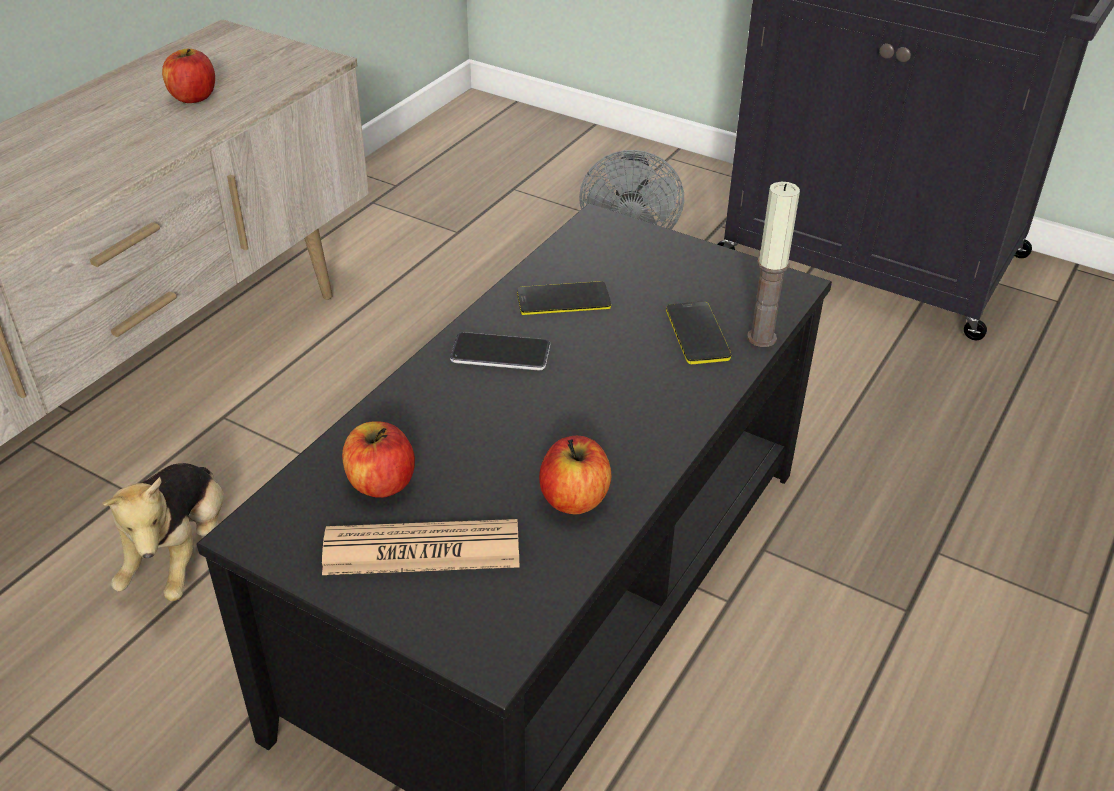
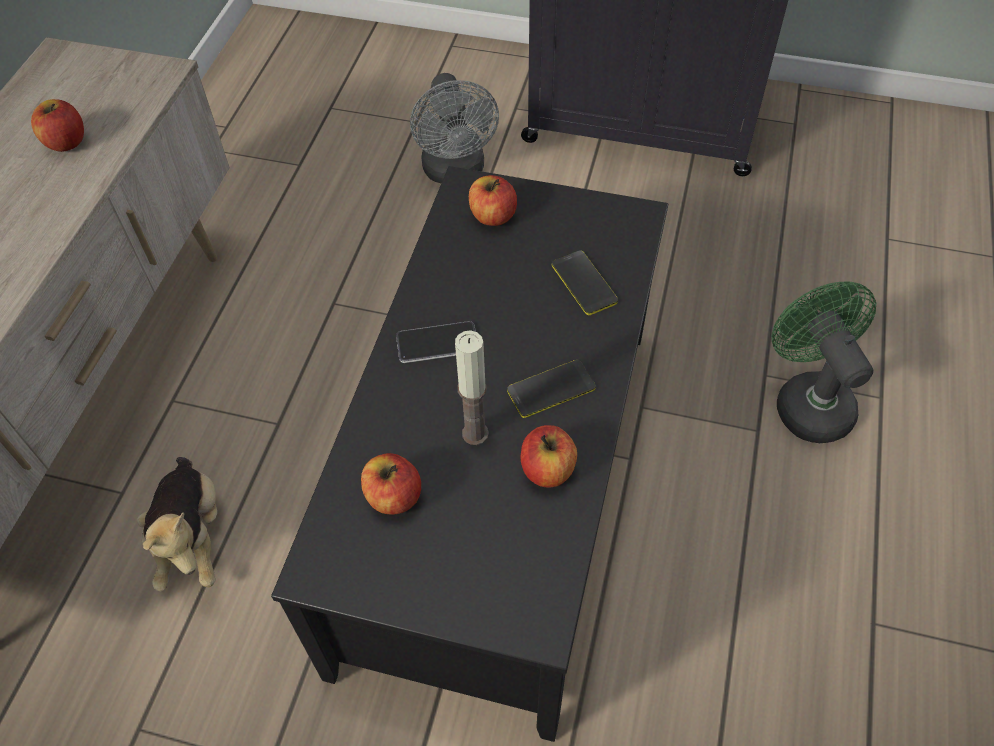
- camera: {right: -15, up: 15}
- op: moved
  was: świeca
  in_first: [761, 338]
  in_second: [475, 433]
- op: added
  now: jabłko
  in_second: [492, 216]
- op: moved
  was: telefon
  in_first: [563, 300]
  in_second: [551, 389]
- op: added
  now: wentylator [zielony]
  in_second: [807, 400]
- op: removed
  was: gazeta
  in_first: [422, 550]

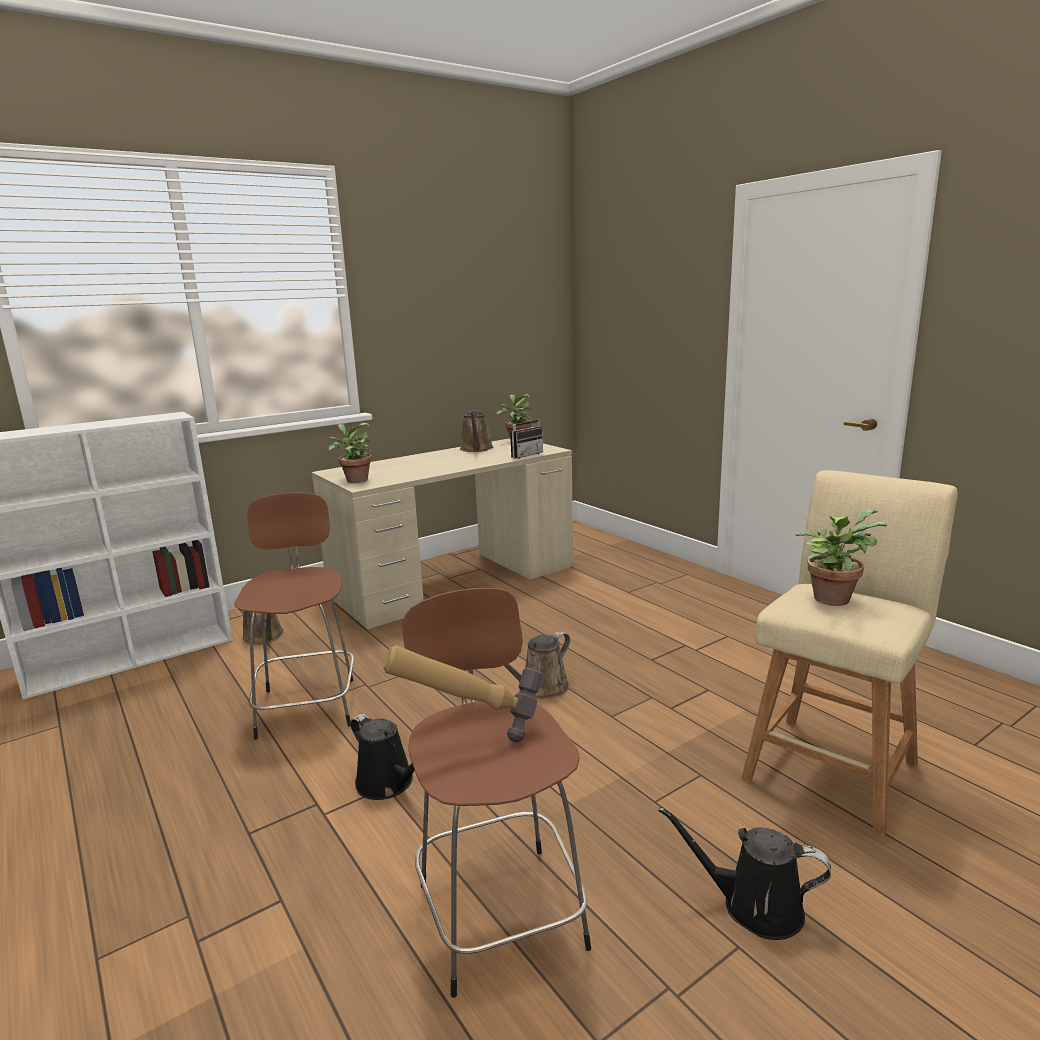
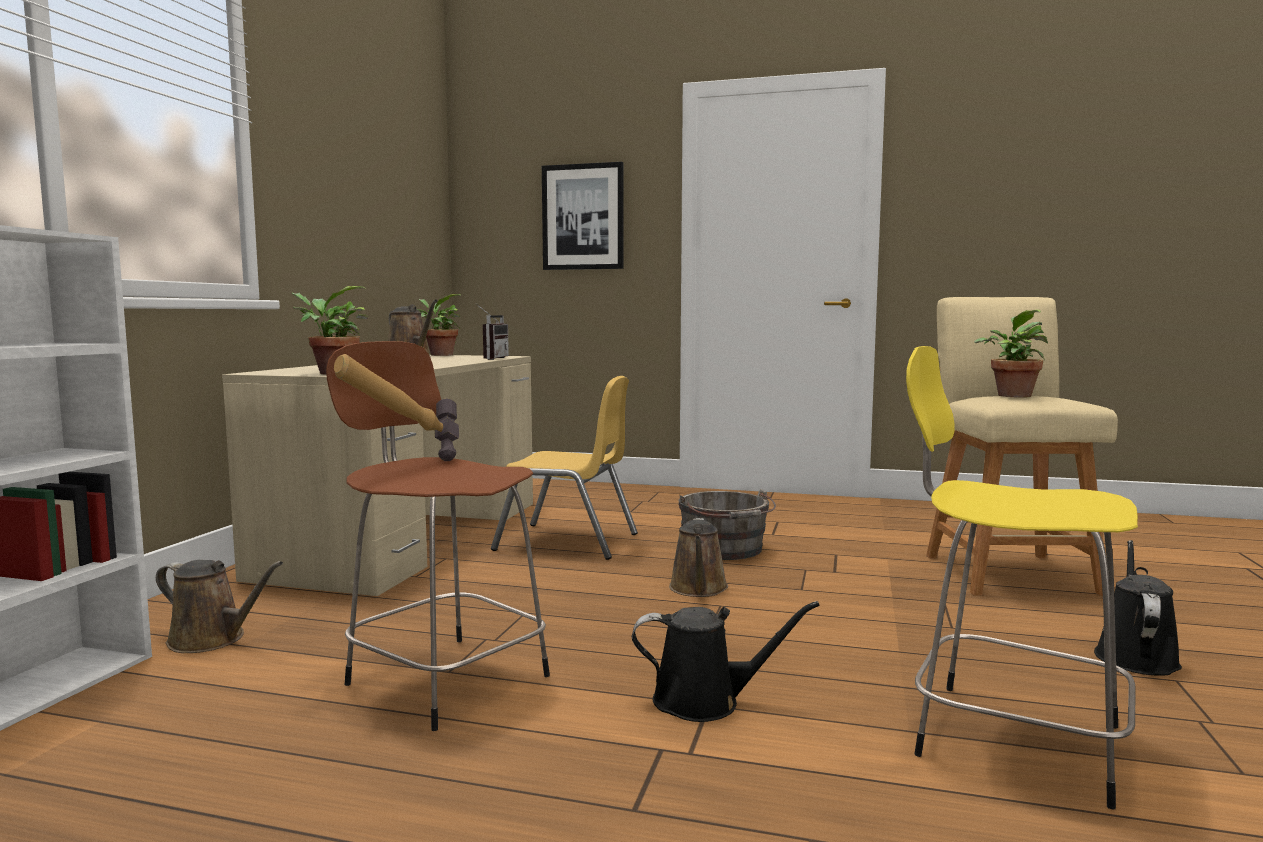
- camera: {right: -40, up: -10}
- op: moved
  was: młotek
  in_first: [471, 737]
  in_second: [403, 465]
- op: added
  now: krzesło [żółty]
  in_second: [568, 542]
- op: added
  now: obraz
  in_second: [583, 217]
- op: added
  now: wiadro [szary]
  in_second: [725, 550]
- op: recoloured
  was: stołek [brązowy]
  now: stołek [żółty]
  in_first: [499, 910]
  in_second: [1009, 738]
- op: turned
  was: konewka [czarny]
  in_first: [754, 906]
  in_second: [1135, 656]
  clockwise: 135

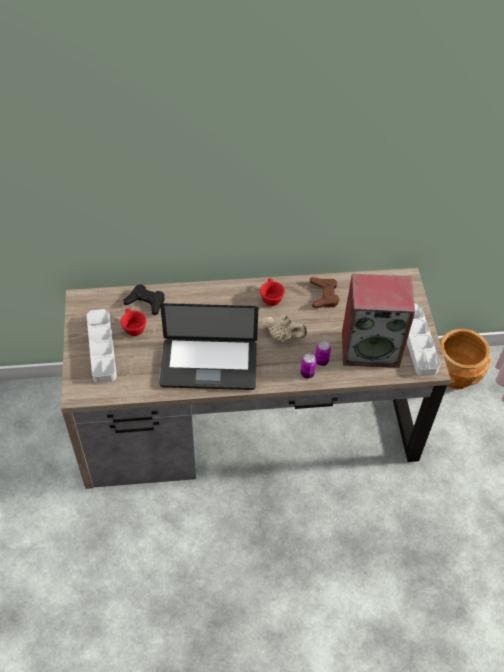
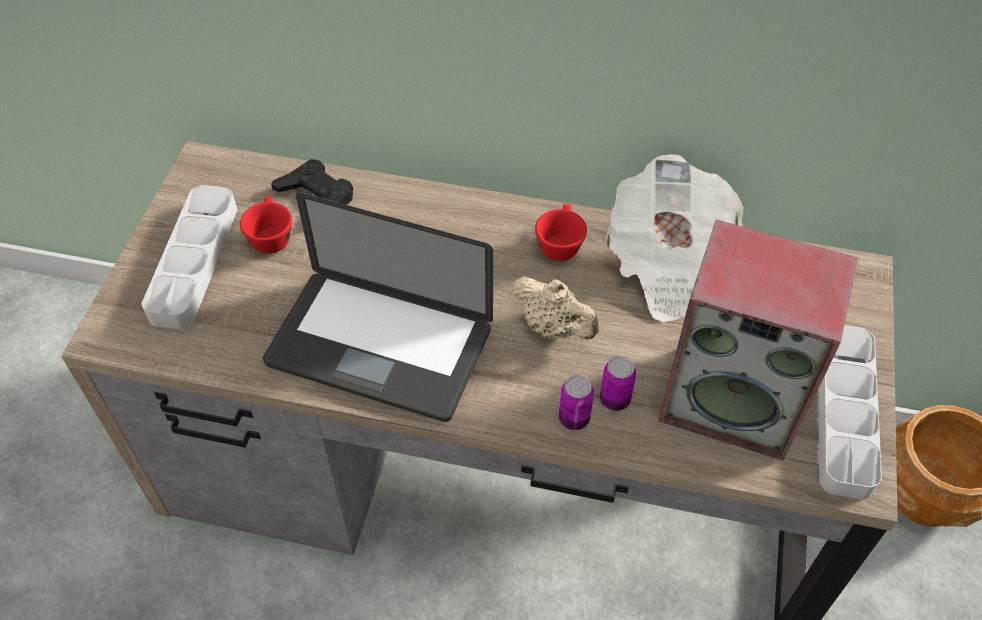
- camera: {right: 20, up: 0}
- op: replaced
  was: pad do gier [brązowy]
  now: gazeta
  in_first: [324, 295]
  in_second: [670, 265]

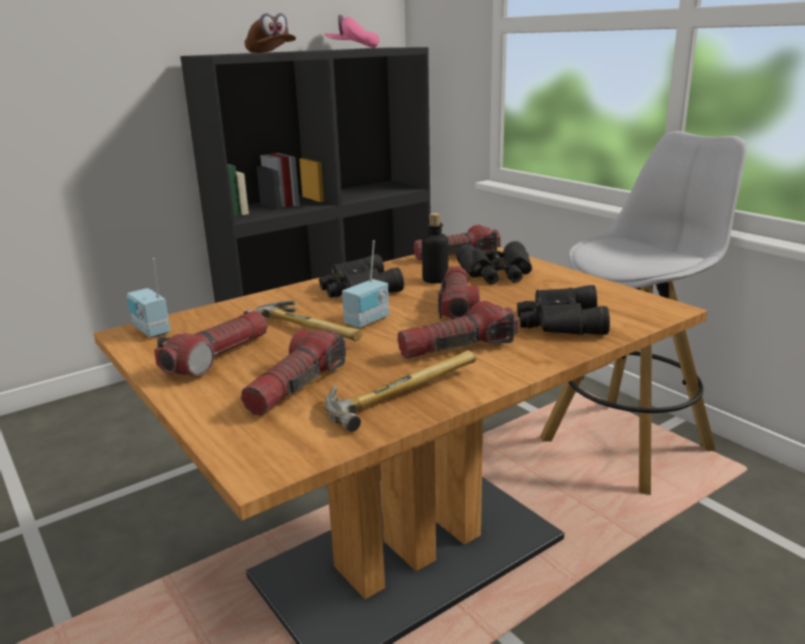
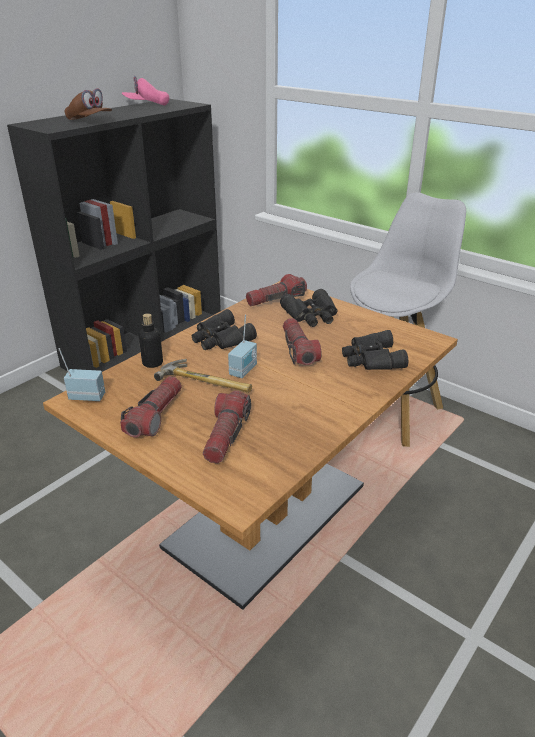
- camera: {right: -15, up: 10}
- op: turned
  was: radio
  in_first: [150, 331]
  in_second: [87, 396]
  clockwise: 150
- op: moved
  was: butelka
  in_first: [435, 280]
  in_second: [152, 363]
- op: removed
  was: młotek
  in_first: [399, 391]
- op: removed
  was: latarka
  in_first: [458, 348]

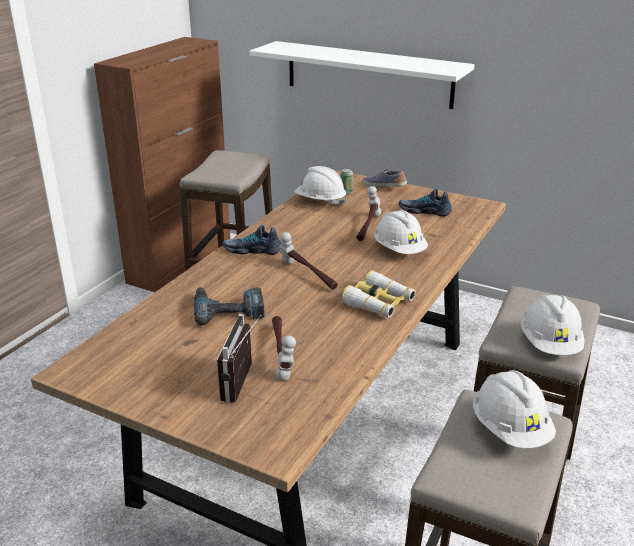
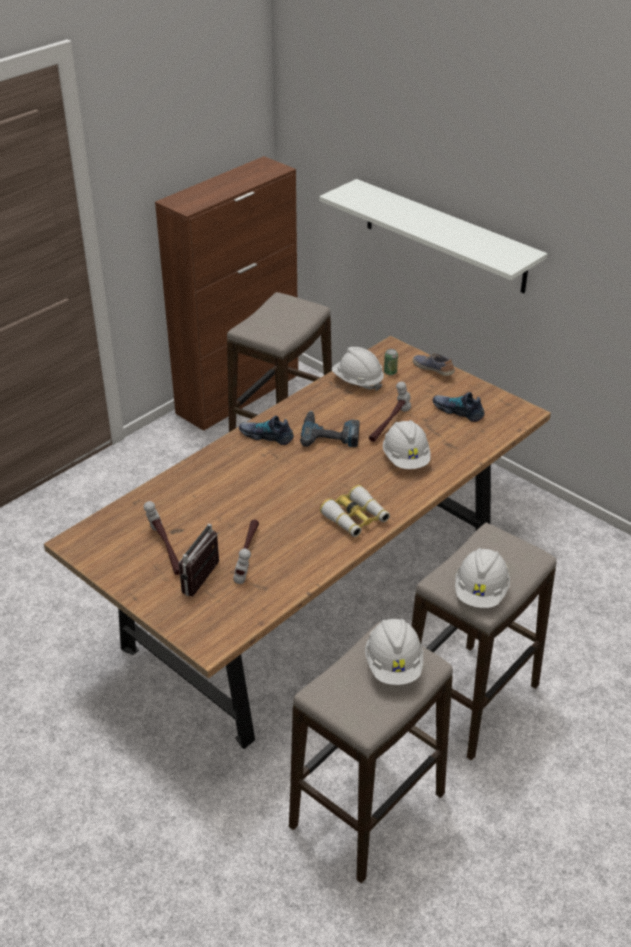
- camera: {right: 15, up: 10}
- op: moved
  was: młotek
  in_first: [307, 275]
  in_second: [165, 549]
- op: moved
  was: wiertarka
  in_first: [228, 309]
  in_second: [330, 434]

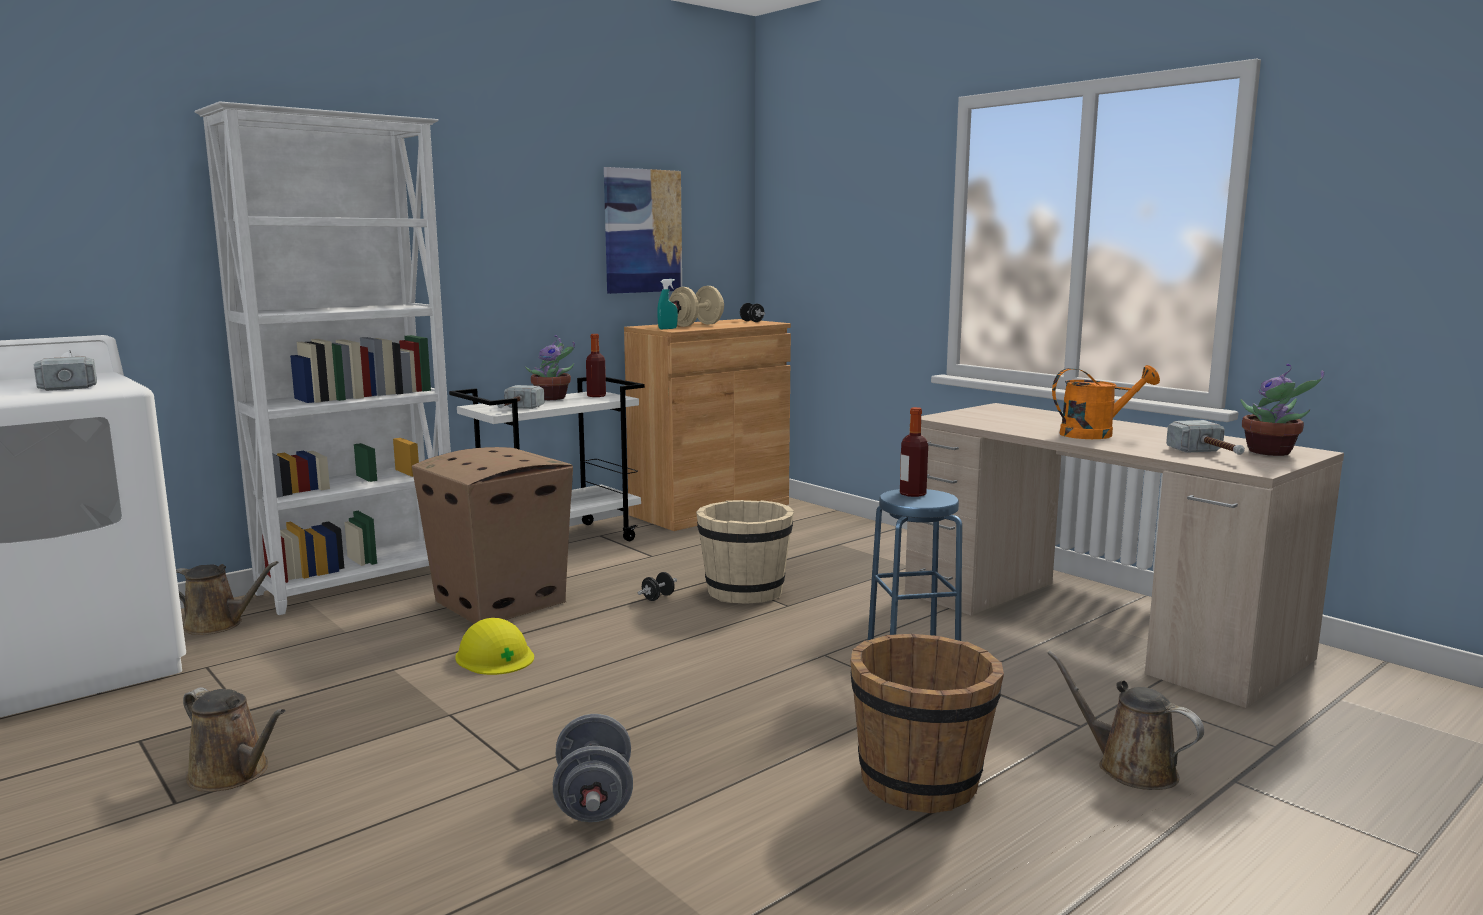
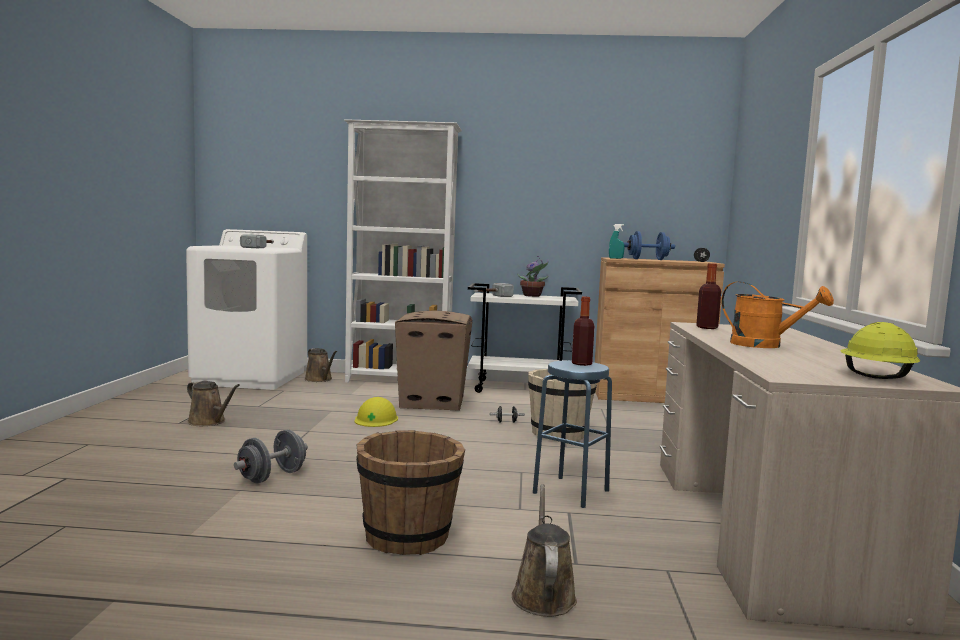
- camera: {right: 45, up: -5}
- op: turned
  was: konewka [brązowy]
  in_first: [233, 774]
  in_second: [209, 422]
  clockwise: -45
- op: recoloured
  was: hantel [beżowy]
  now: hantel [niebieski]
  in_first: [696, 325]
  in_second: [647, 259]
- op: moved
  was: butelka
  in_first: [596, 396]
  in_second: [707, 328]
- op: replaced
  was: roślina doniczkowa
  now: kask [żółty]
  in_first: [1271, 452]
  in_second: [876, 377]
- op: removed
  was: obraz
  in_first: [643, 231]
- op: removed
  was: młotek
  in_first: [1210, 455]

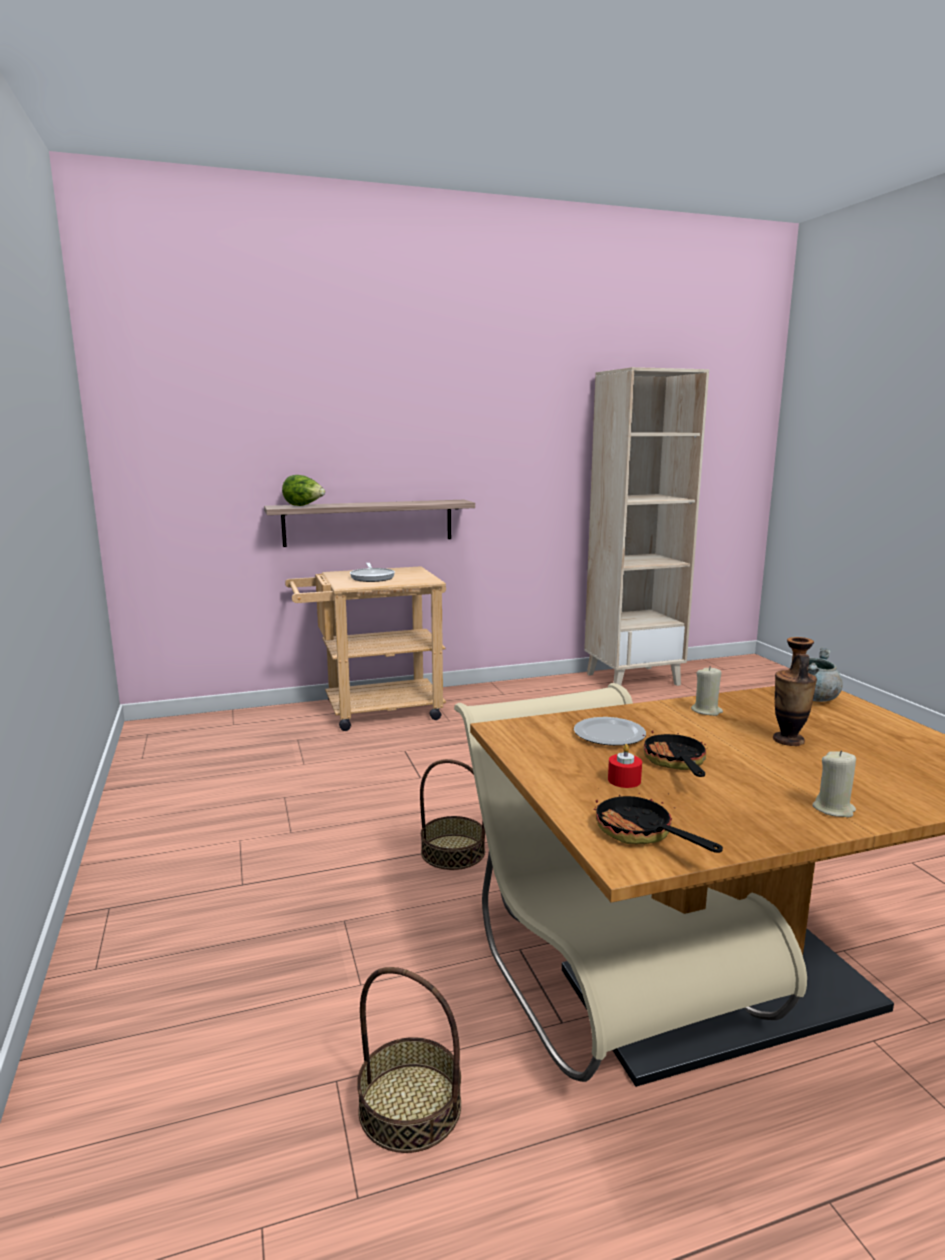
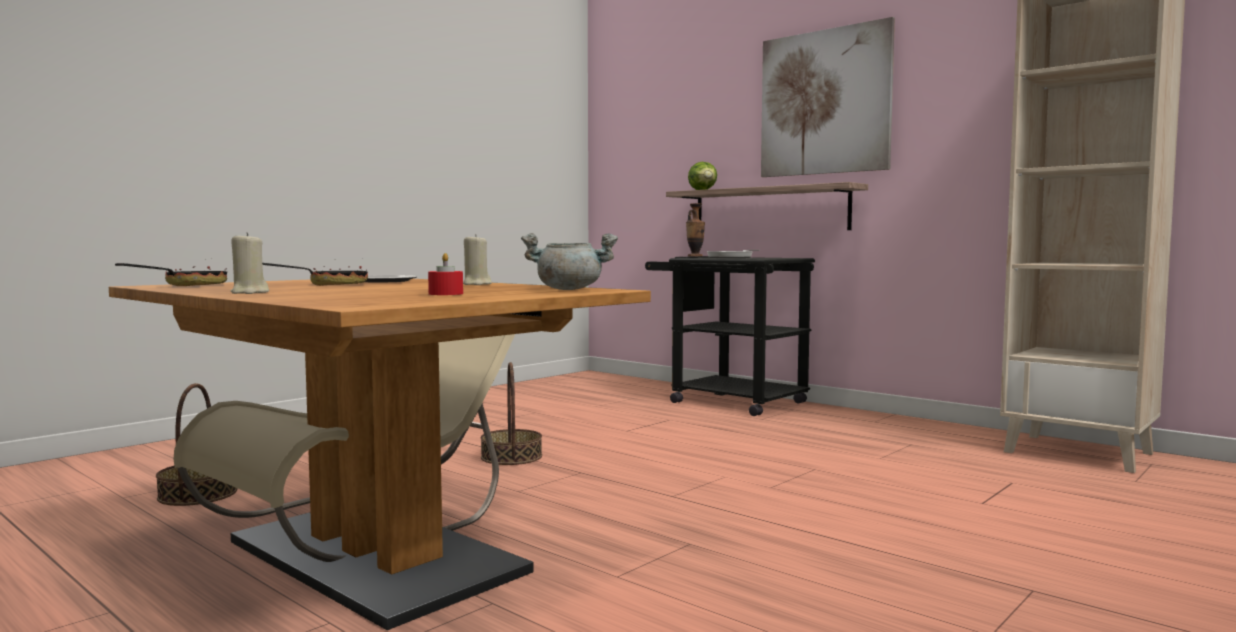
- camera: {right: 60, up: -10}
- op: moved
  was: świeca [czerwony]
  in_first: [624, 780]
  in_second: [445, 294]
- op: recoloured
  was: wózek [beżowy]
  now: wózek [czarny]
  in_first: [371, 711]
  in_second: [727, 401]
- op: moved
  was: wazon
  in_first: [788, 740]
  in_second: [695, 256]
- op: added
  now: obraz
  in_second: [824, 102]

